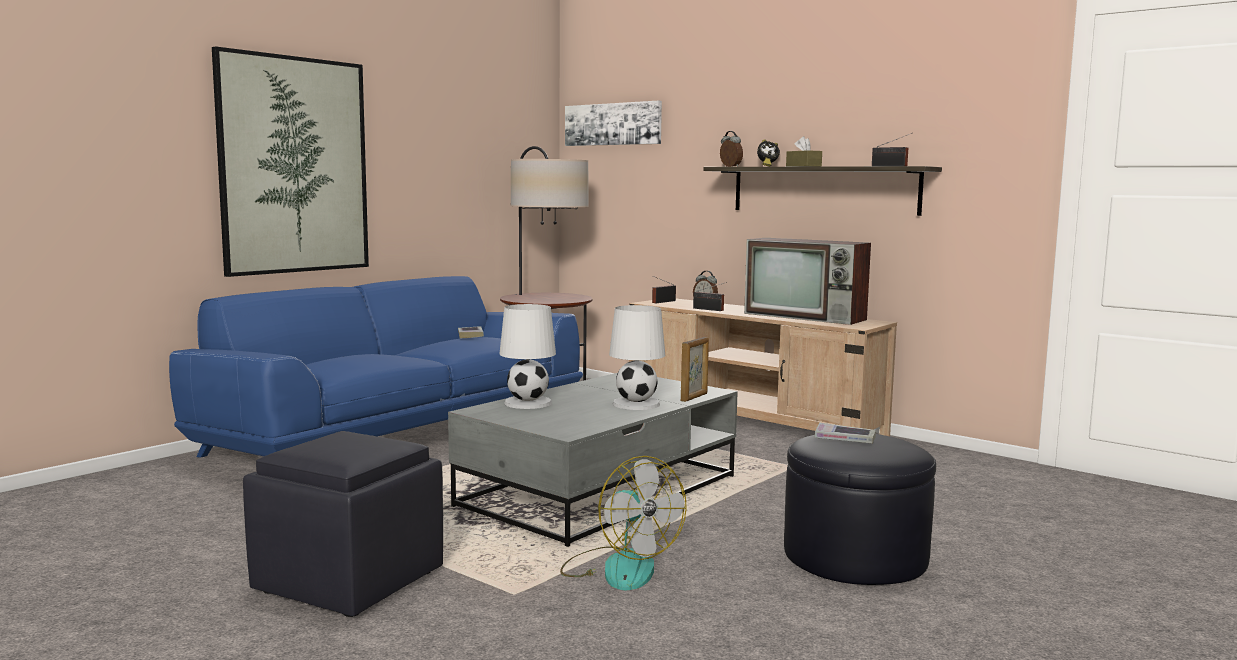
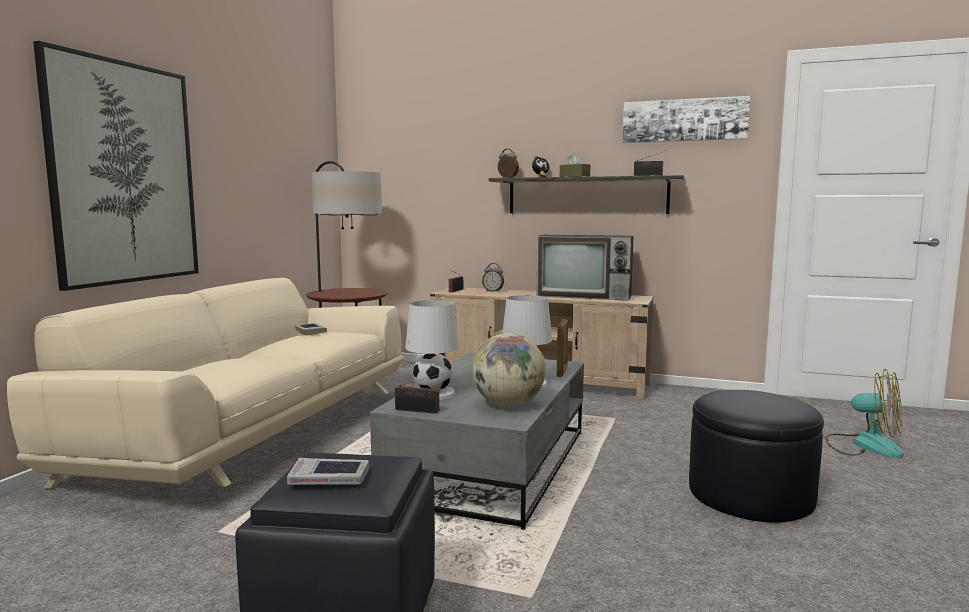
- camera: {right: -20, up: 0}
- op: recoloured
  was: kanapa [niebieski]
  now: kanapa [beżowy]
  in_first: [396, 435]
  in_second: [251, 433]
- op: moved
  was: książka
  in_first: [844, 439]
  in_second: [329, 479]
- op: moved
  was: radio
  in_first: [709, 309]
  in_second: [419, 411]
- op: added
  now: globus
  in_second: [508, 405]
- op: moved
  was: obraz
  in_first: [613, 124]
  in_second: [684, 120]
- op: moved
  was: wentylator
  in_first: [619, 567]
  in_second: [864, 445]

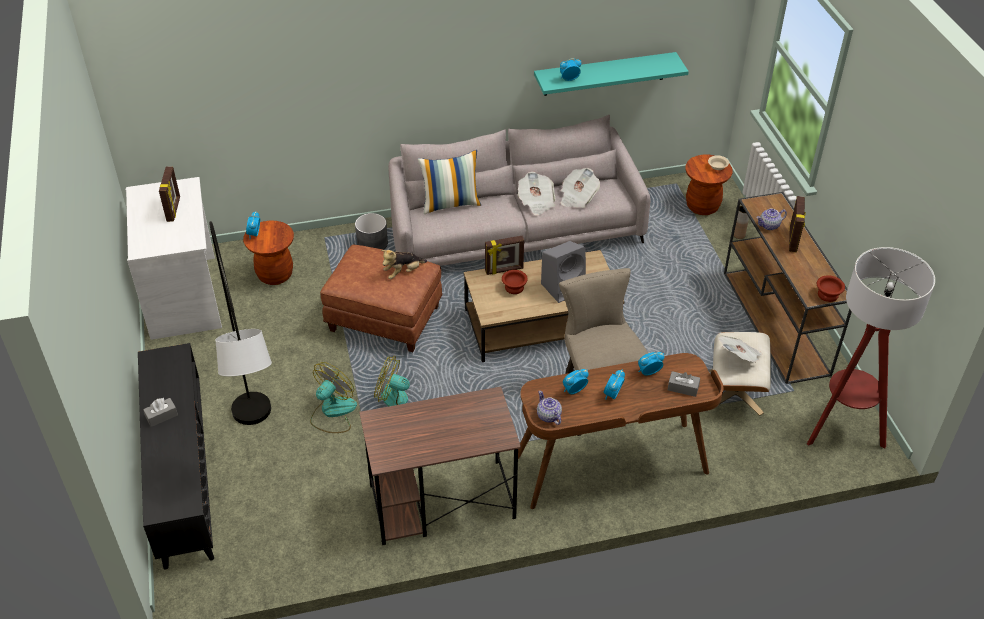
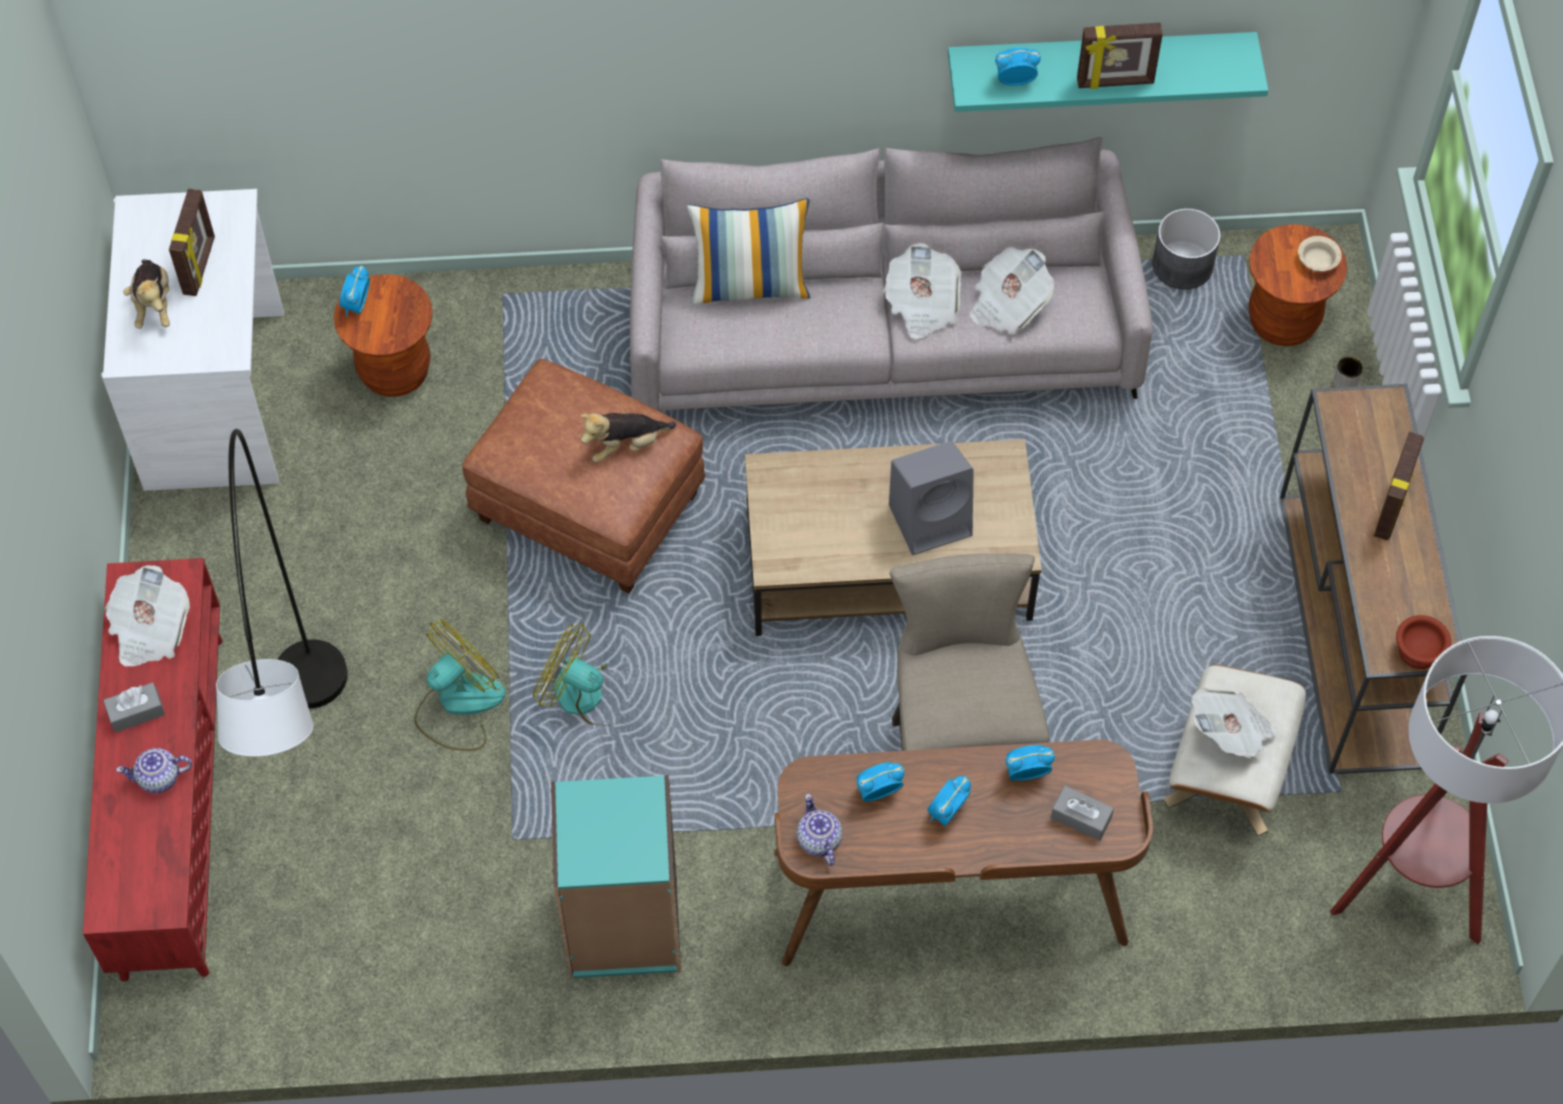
- camera: {right: 10, up: 15}
- op: recoloured
  was: szafka pod telewizor [czarny]
  now: szafka pod telewizor [czerwony]
  in_first: [182, 478]
  in_second: [172, 802]
- op: added
  now: gazeta
  in_second: [149, 630]
- op: moved
  was: imbryk
  in_first: [769, 225]
  in_second: [159, 778]
- op: added
  now: pluszak
  in_second: [153, 305]
- op: replaced
  was: biurko [brązowy]
  now: regał [turkusowy]
  in_first: [441, 502]
  in_second: [623, 926]
- op: moved
  was: ramka na zdjęcie
  in_first: [504, 270]
  in_second: [1115, 82]
- op: moved
  was: donica [szary]
  in_first: [372, 243]
  in_second: [1183, 265]
- op: removed
  was: miska [brązowy]
  in_first: [515, 287]

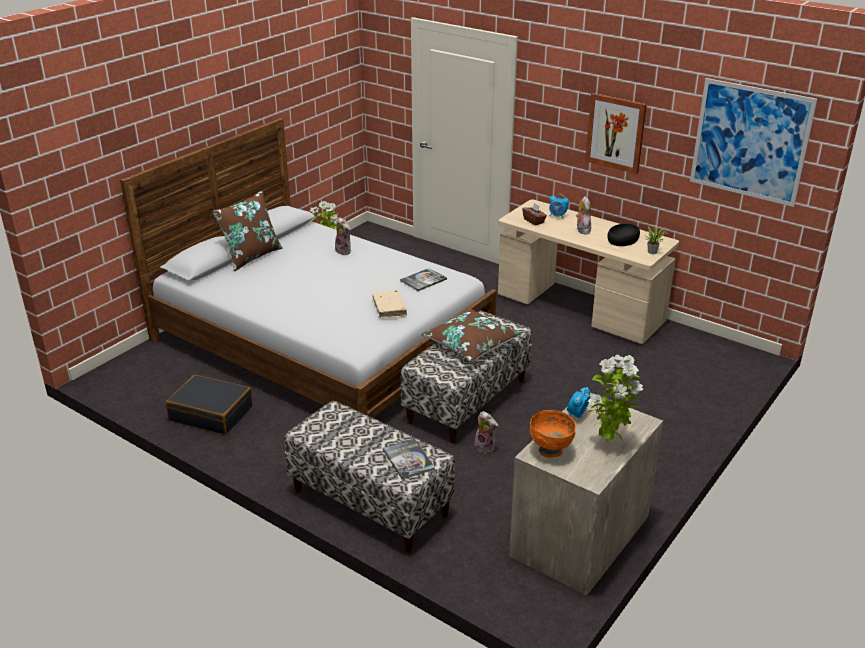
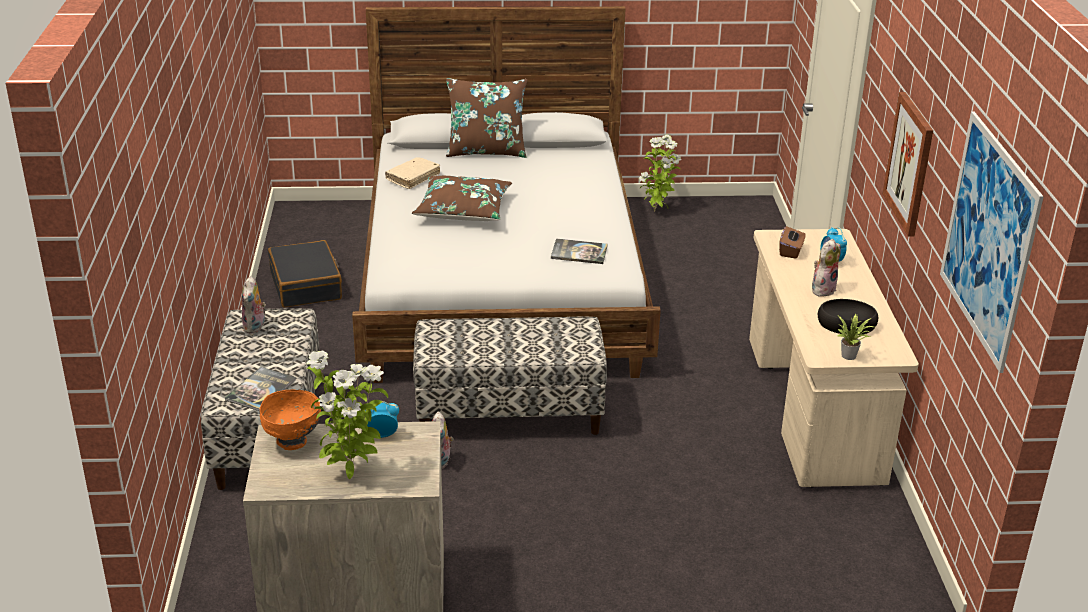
- camera: {right: 50, up: 0}
- op: moved
  was: pluszak
  in_first: [344, 251]
  in_second: [255, 327]
- op: moved
  was: książka [beżowy]
  in_first: [389, 308]
  in_second: [413, 177]
- op: moved
  was: poduszka [brązowy]
  in_first: [471, 344]
  in_second: [463, 210]

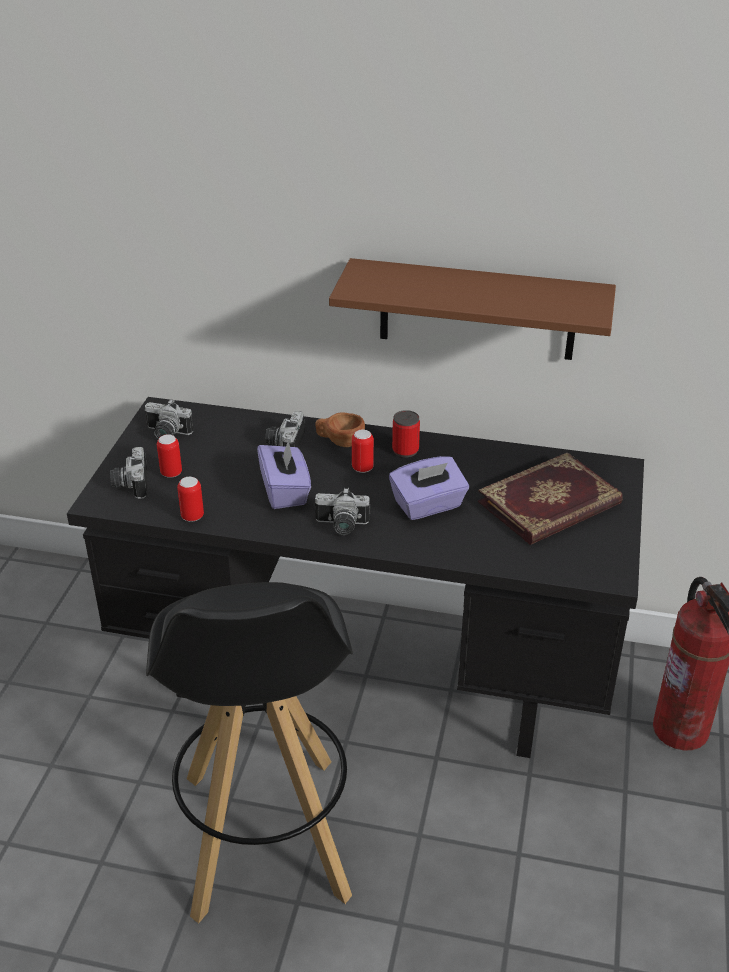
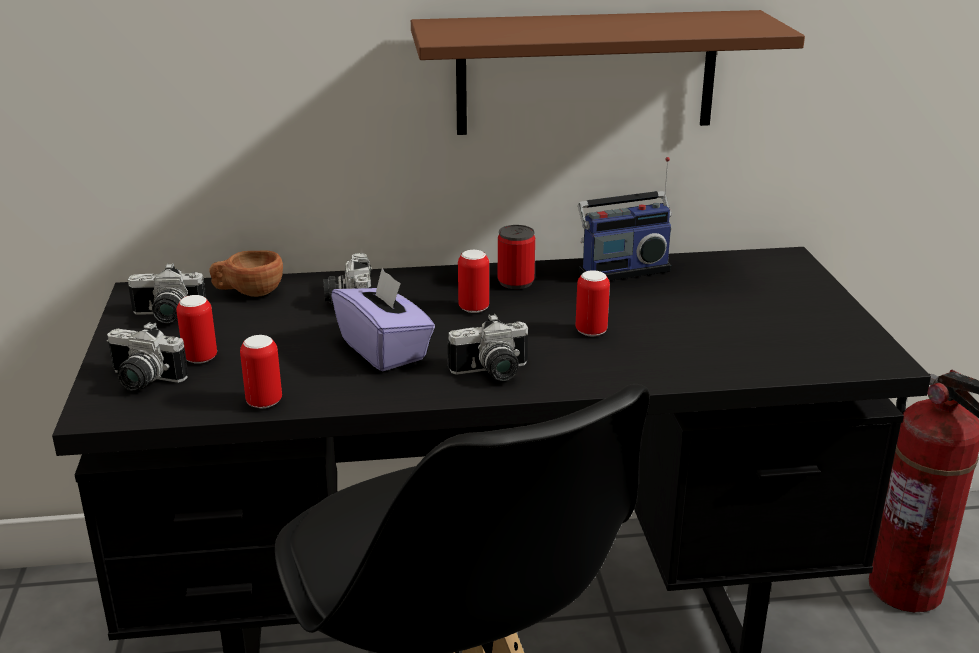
- camera: {right: -20, up: -10}
- op: turned
  was: aparat fotograficzny
  in_first: [130, 484]
  in_second: [142, 381]
  clockwise: -45
- op: moved
  was: filiżanka [brązowy]
  in_first: [340, 442]
  in_second: [248, 293]
- op: replaced
  was: pudełko chusteczek [fioletowy]
  now: puszka
  in_first: [428, 505]
  in_second: [591, 331]
- op: added
  now: radio
  in_second: [622, 270]
- op: removed
  was: książka
  in_first: [550, 504]

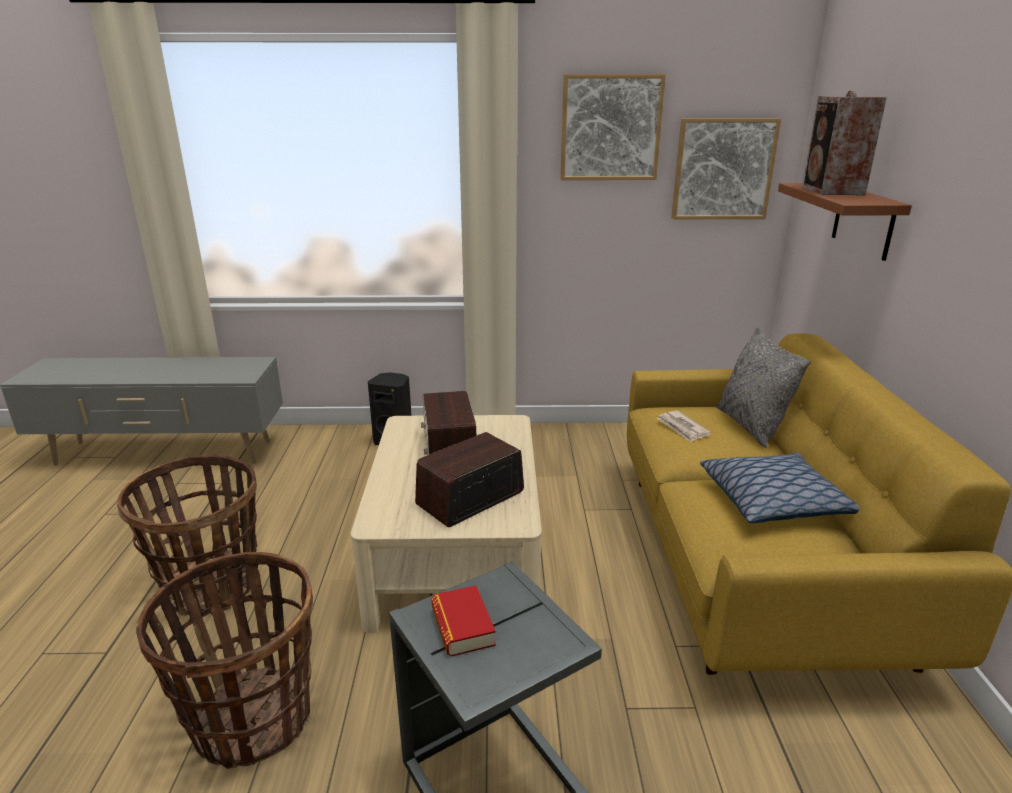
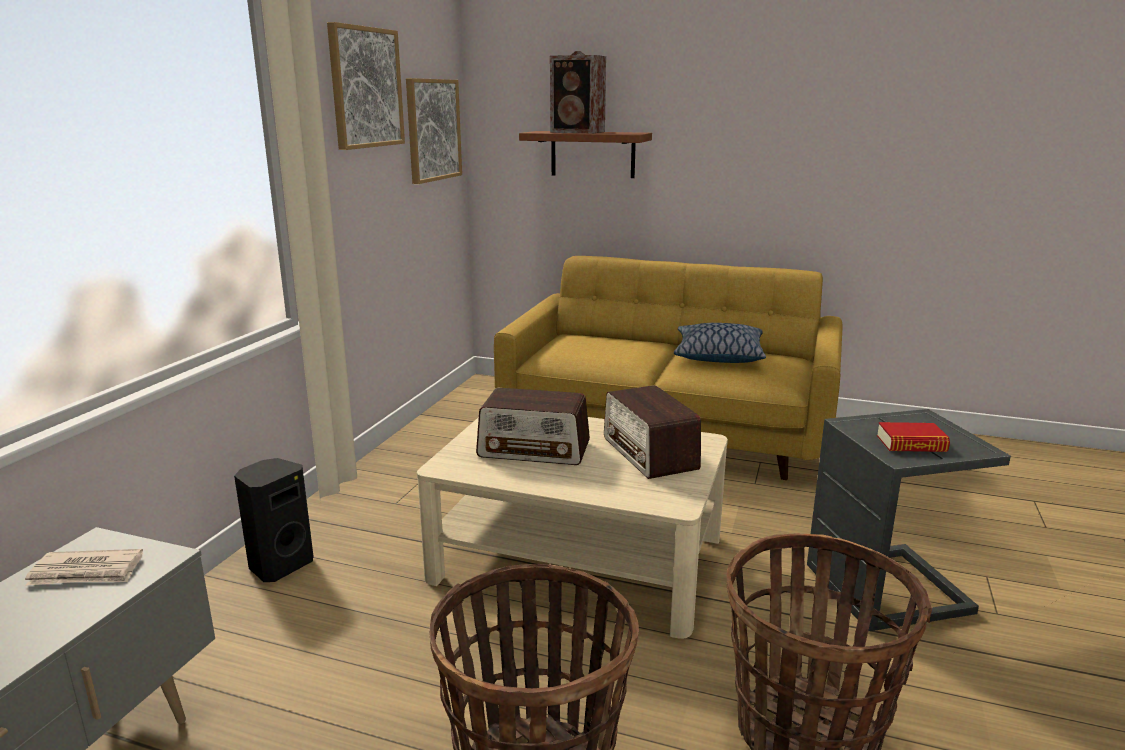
- camera: {right: -70, up: -5}
- op: moved
  was: gazeta
  in_first: [682, 428]
  in_second: [87, 572]
- op: removed
  was: poduszka [szary]
  in_first: [750, 426]

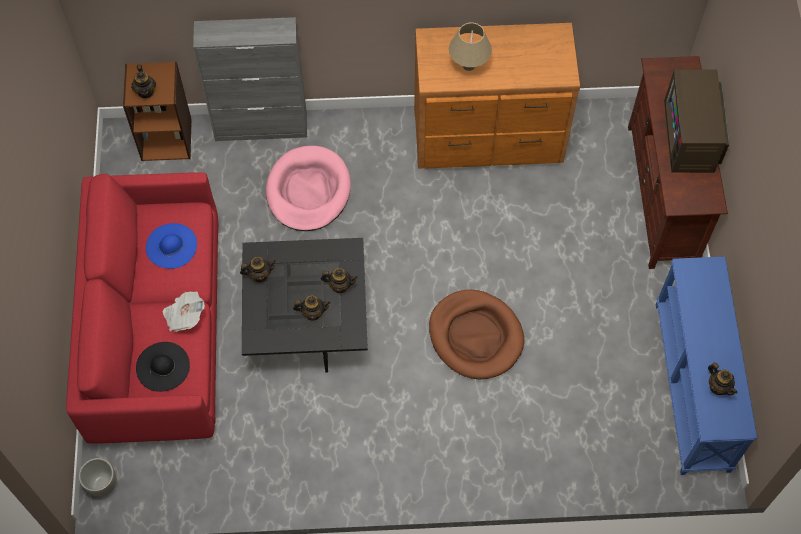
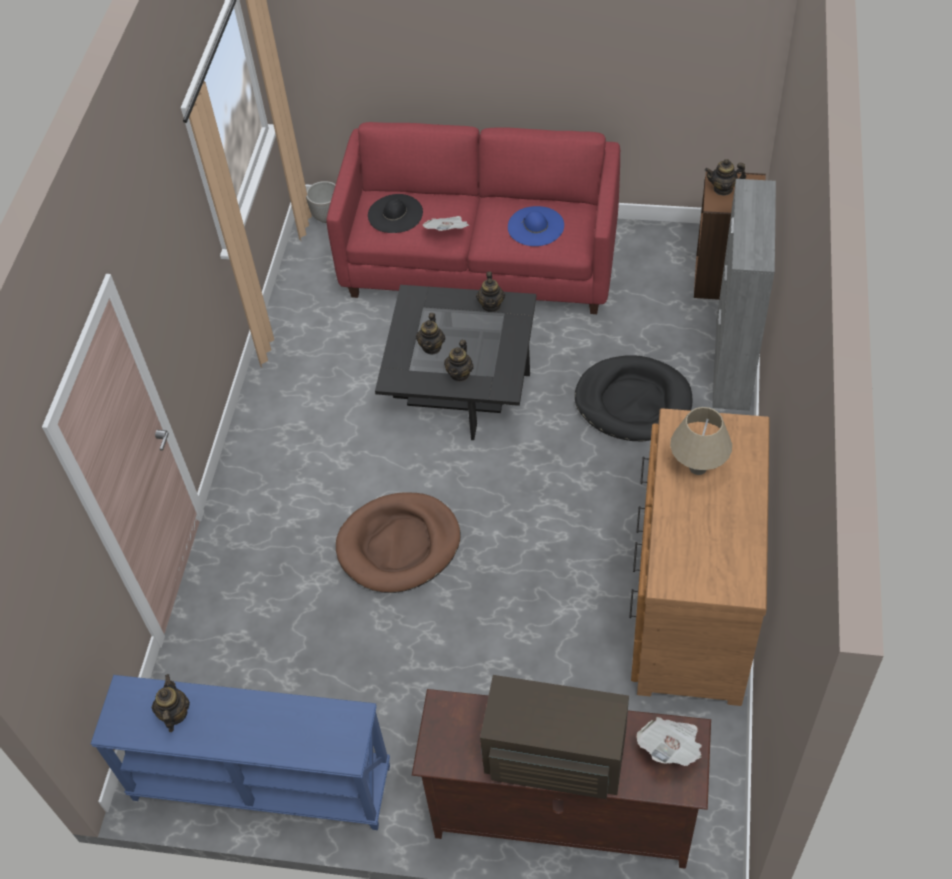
- camera: {right: 105, up: -10}
- op: turned
  was: imbryk
  in_first: [718, 386]
  in_second: [174, 714]
  clockwise: 105
- op: recoloured
  was: legowisko [różowy]
  now: legowisko [czarny]
  in_first: [308, 191]
  in_second: [633, 402]
- op: added
  now: gazeta
  in_second: [671, 748]

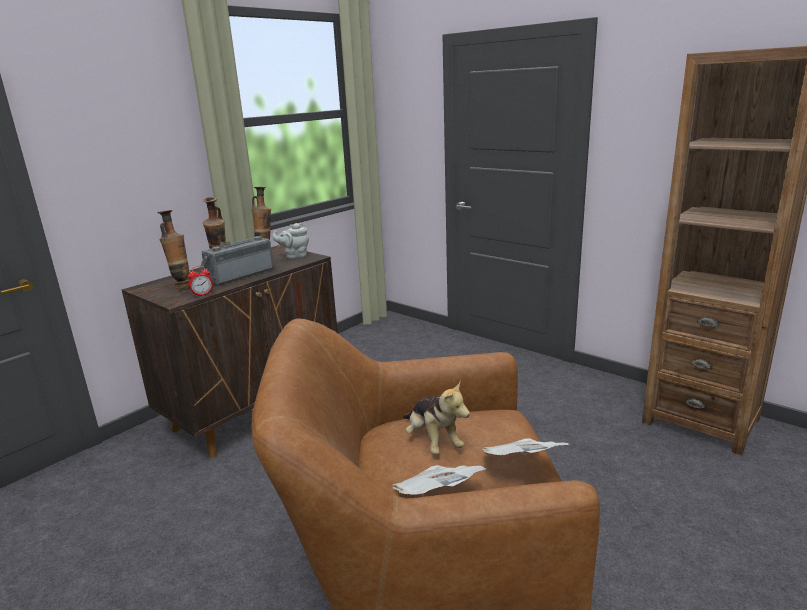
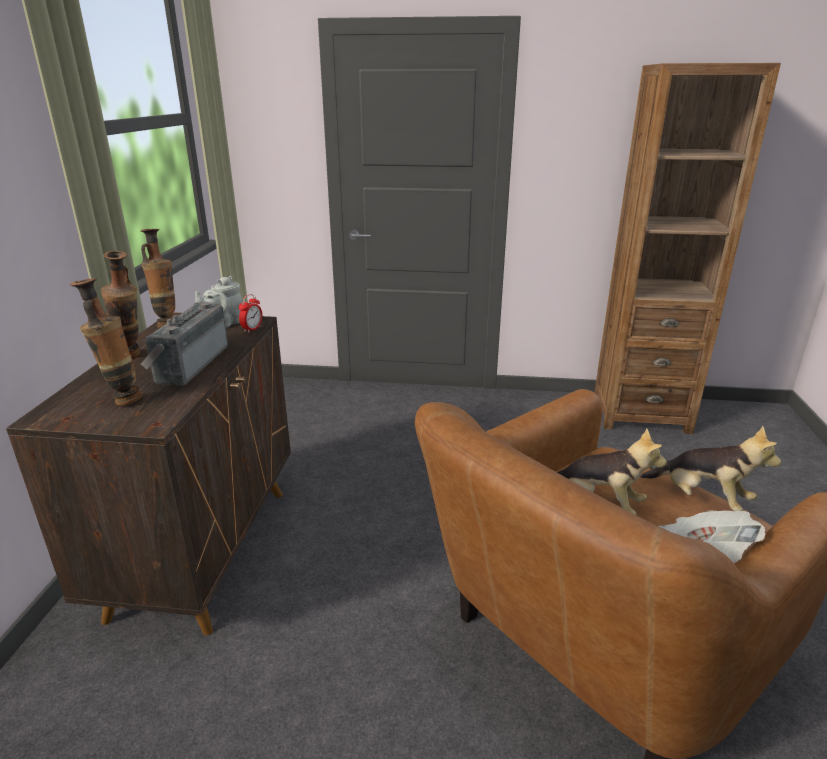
- camera: {right: -35, up: 5}
- op: moved
  was: budzik
  in_first: [202, 294]
  in_second: [252, 329]
- op: replaced
  was: gazeta
  now: pluszak
  in_first: [523, 466]
  in_second: [702, 498]

